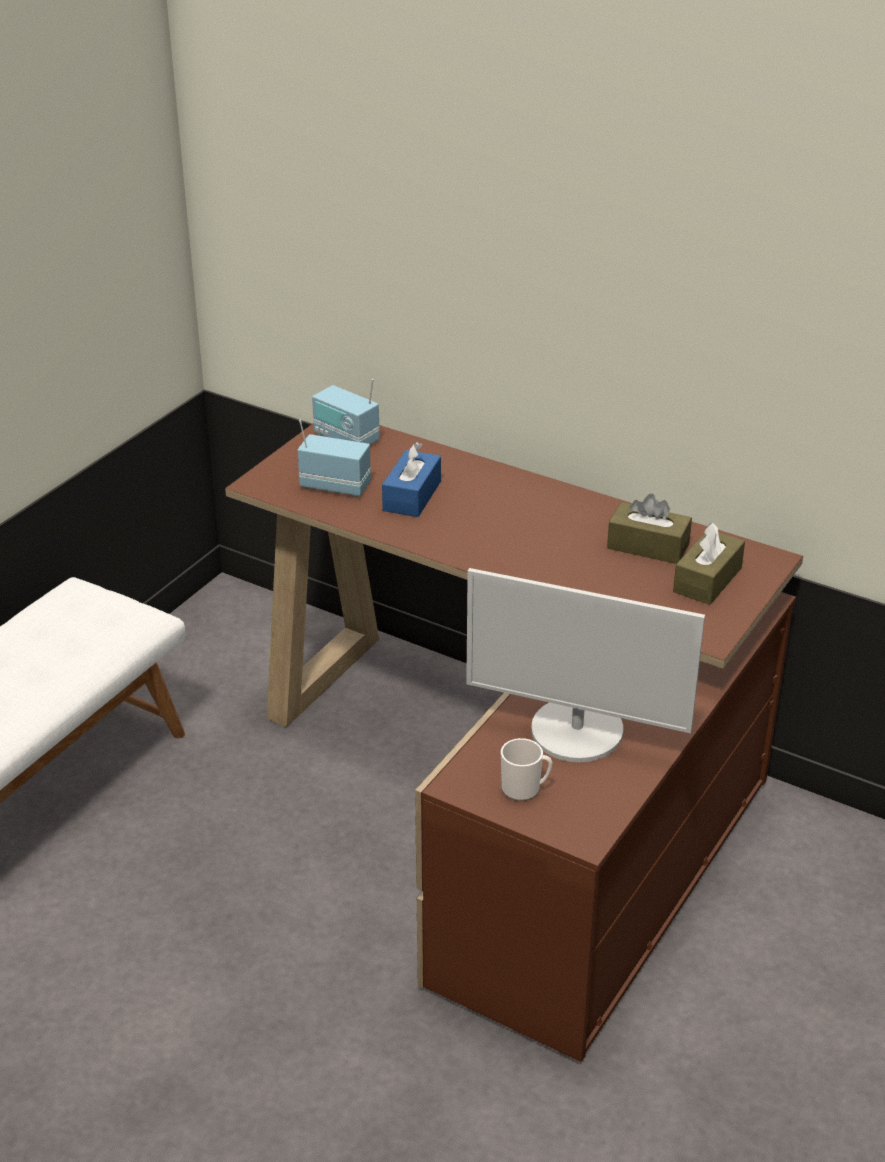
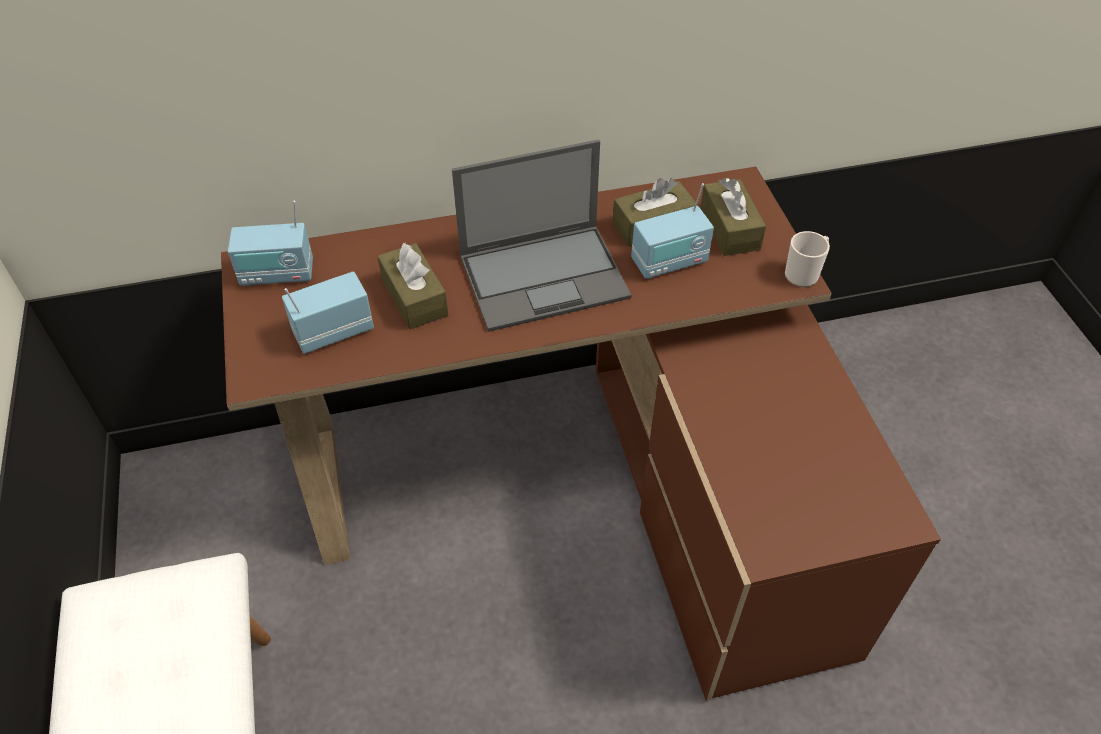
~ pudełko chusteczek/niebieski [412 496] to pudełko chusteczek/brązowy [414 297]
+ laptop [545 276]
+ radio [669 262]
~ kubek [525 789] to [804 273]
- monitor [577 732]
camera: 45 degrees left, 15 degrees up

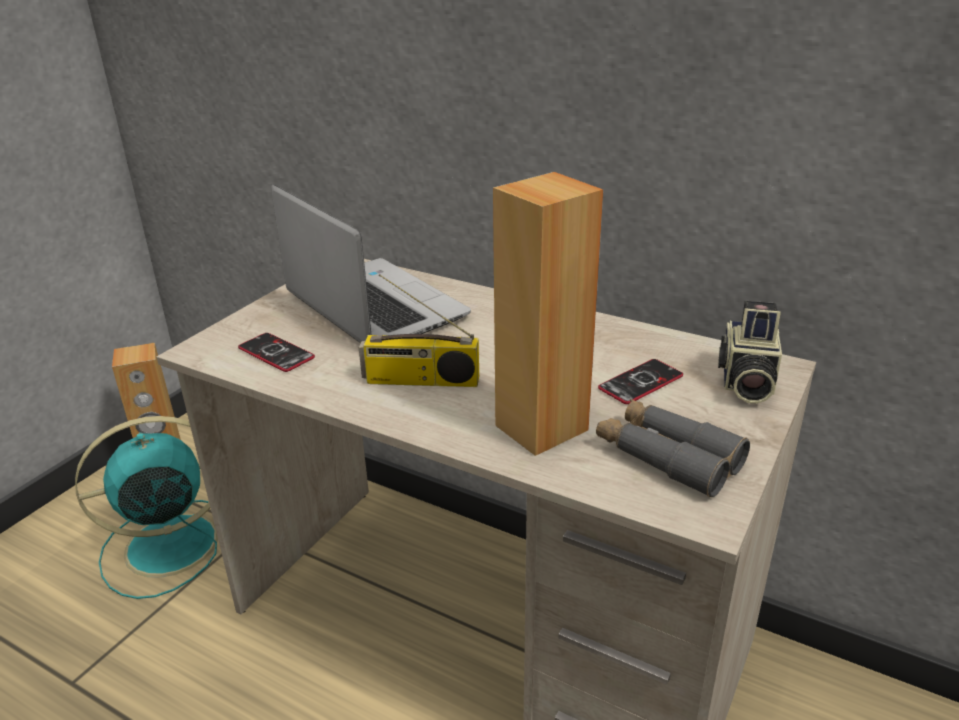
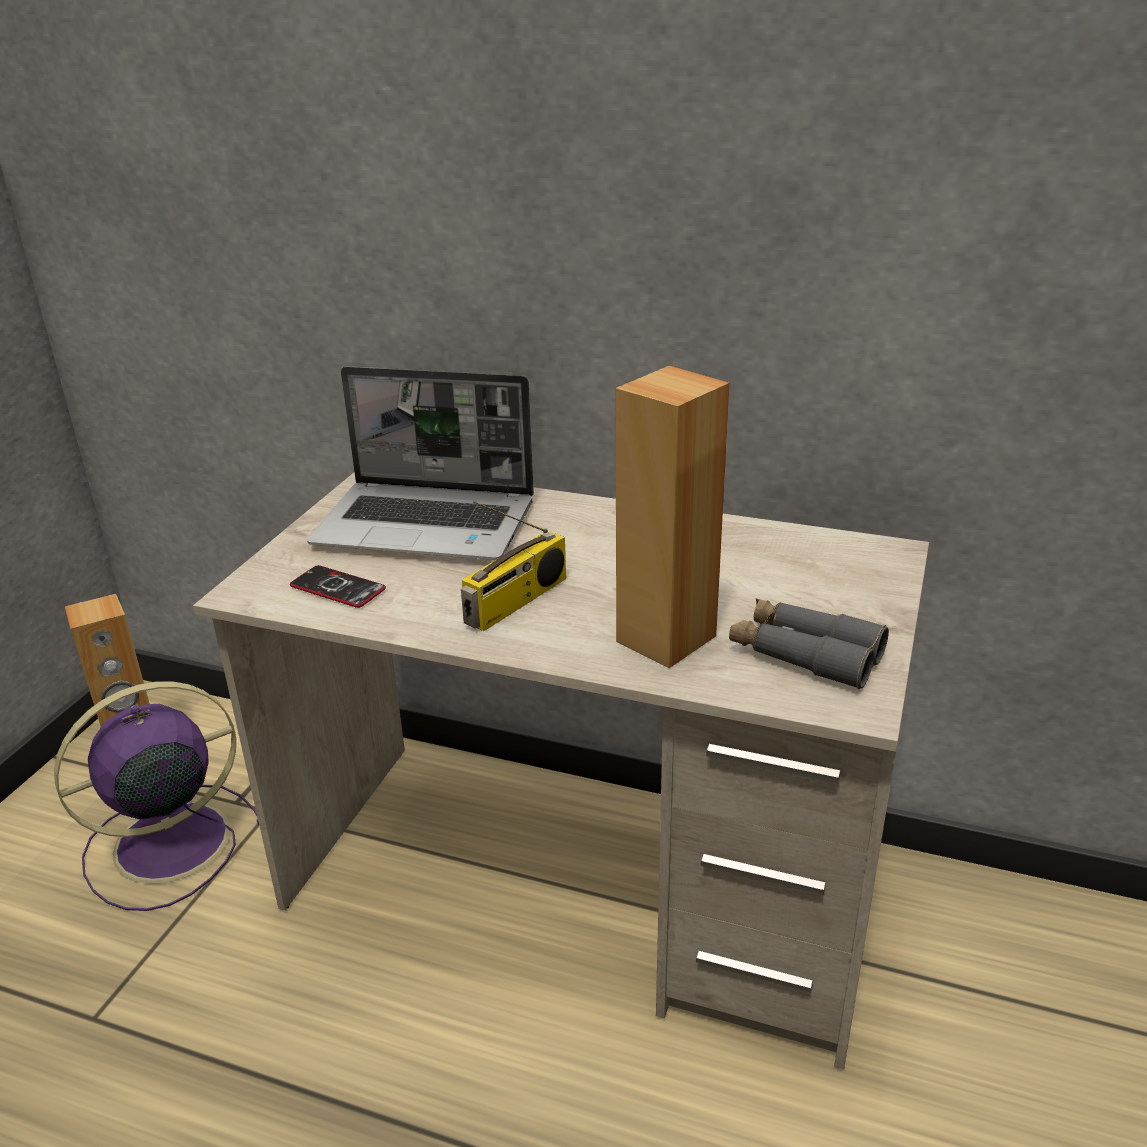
~ wentylator/turkusowy [167 546] to wentylator/fioletowy [167 844]
~ laptop [372 306] = [428 524] 150 degrees clockwise
~ radio [420 380] = [516 602] 45 degrees counterclockwise
- telefon [640 383]
- aparat fotograficzny [745 382]
camera: 10 degrees left, 0 degrees up

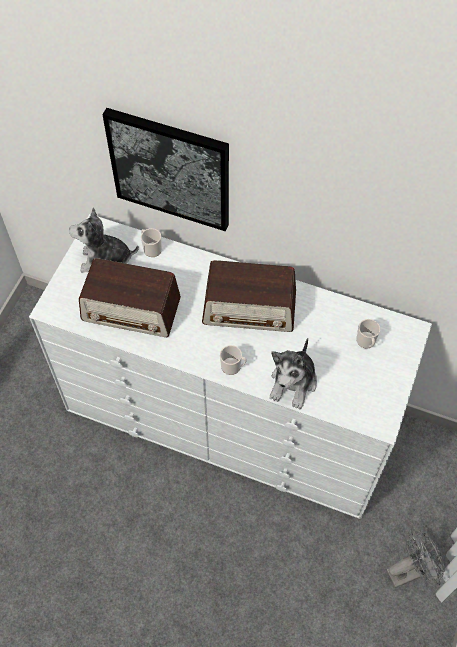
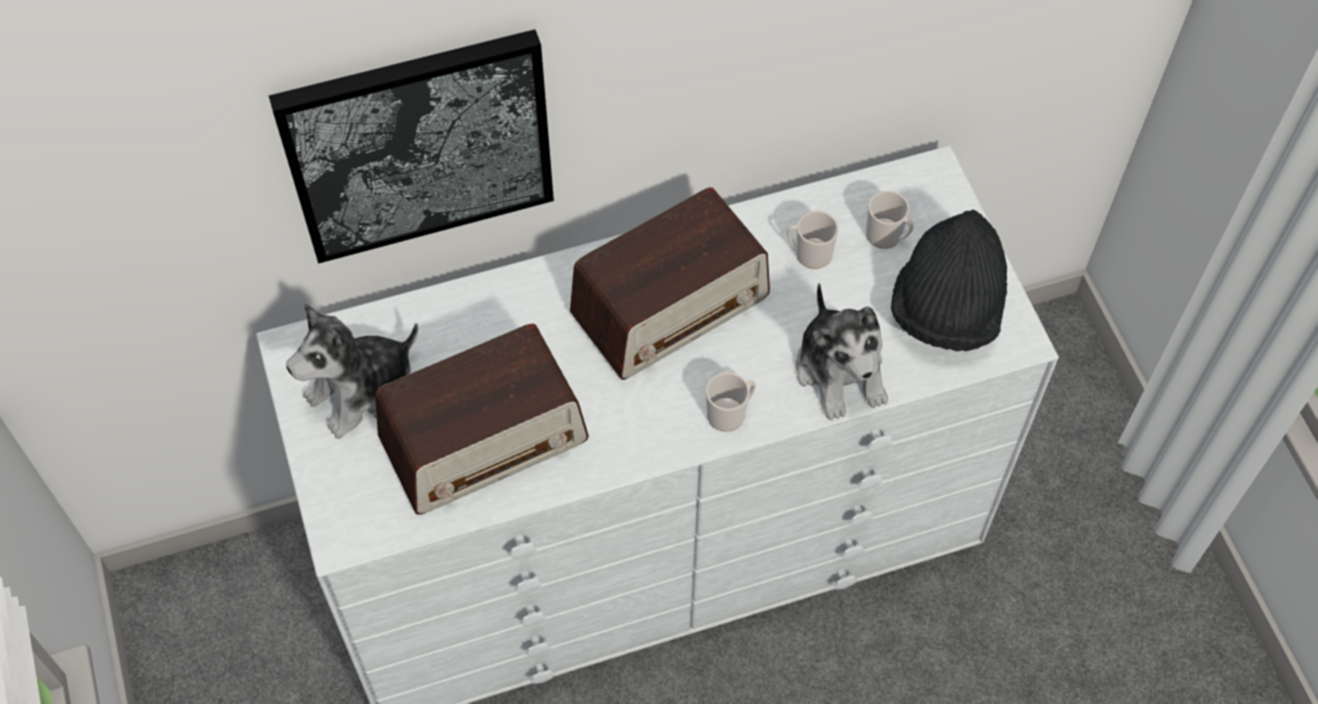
~ kubek [151 248] to [809 253]
+ kapelusz/czarny [946 309]
- wentylator/szary [409 570]
camera: 40 degrees left, 0 degrees up

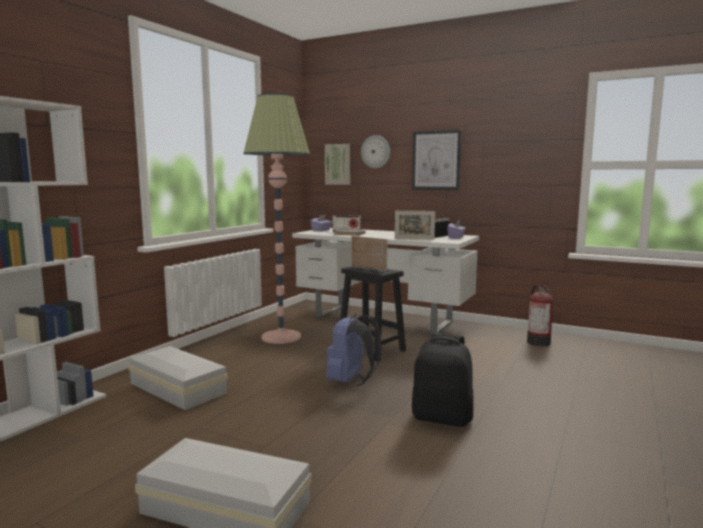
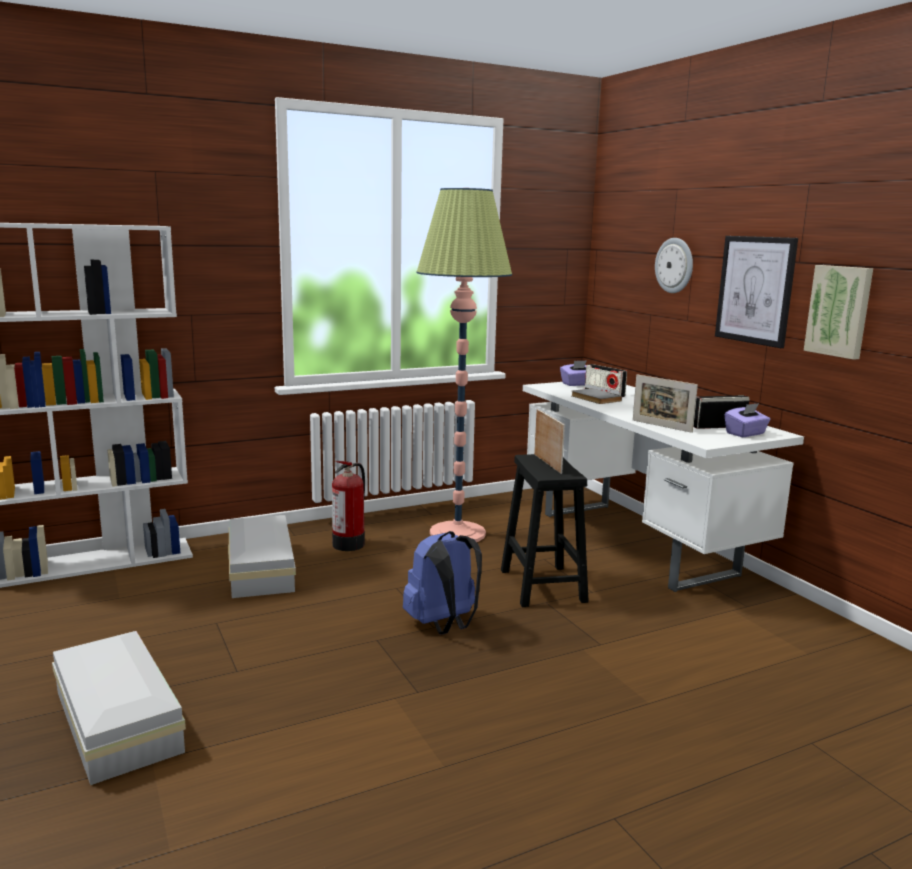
~ gaśnica [537 342] to [350 543]
~ obraz [338 164] to [839 311]
- plecak/czarny [442 418]
camera: 35 degrees right, 5 degrees up

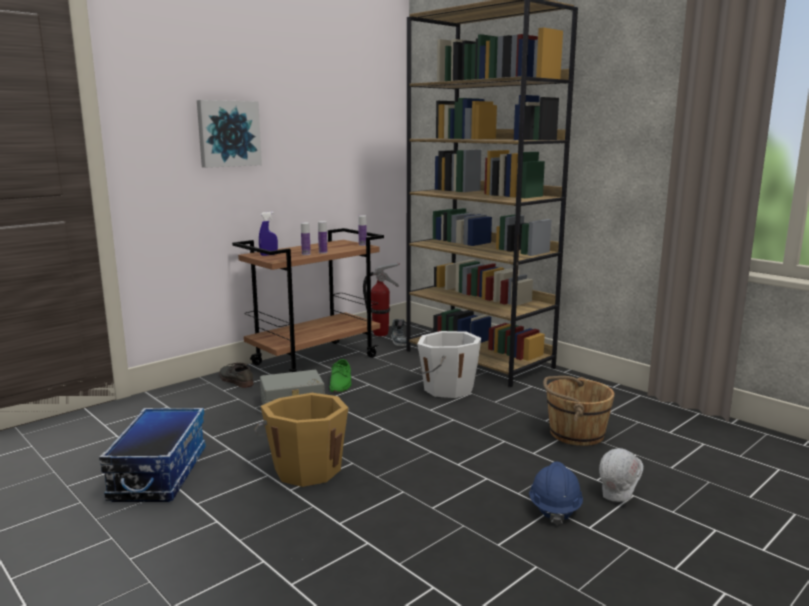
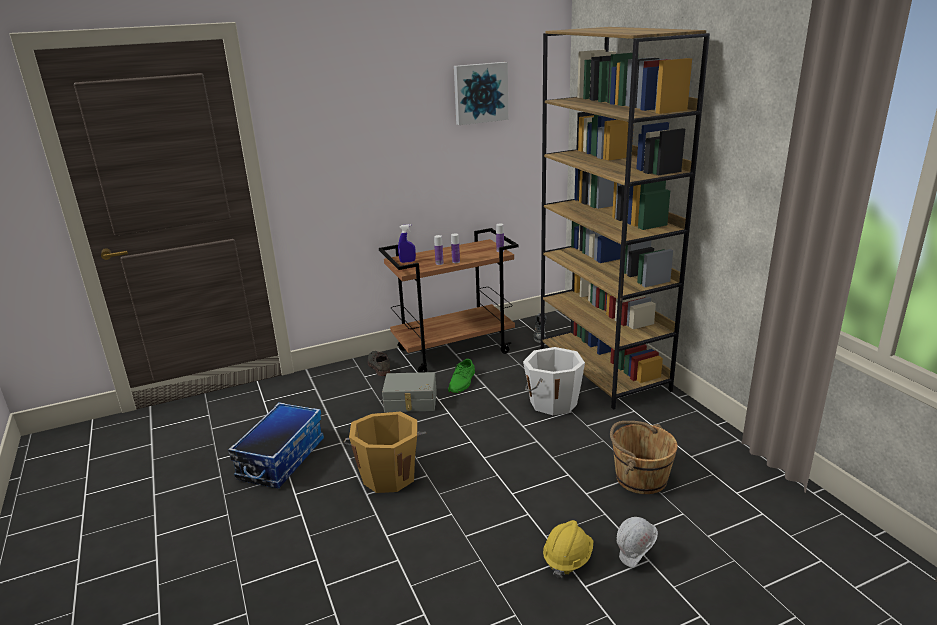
~ obraz [228 133] to [480 93]
~ kask/niebieski [554 507] to kask/żółty [567 558]
- gaśnica [381 334]
camera: 20 degrees right, 10 degrees up

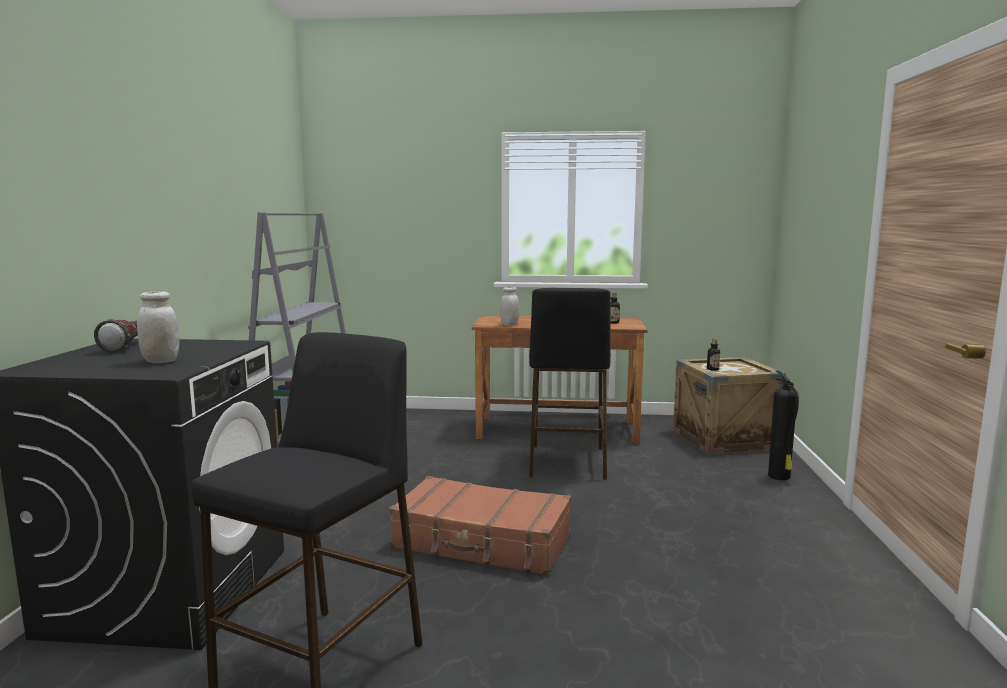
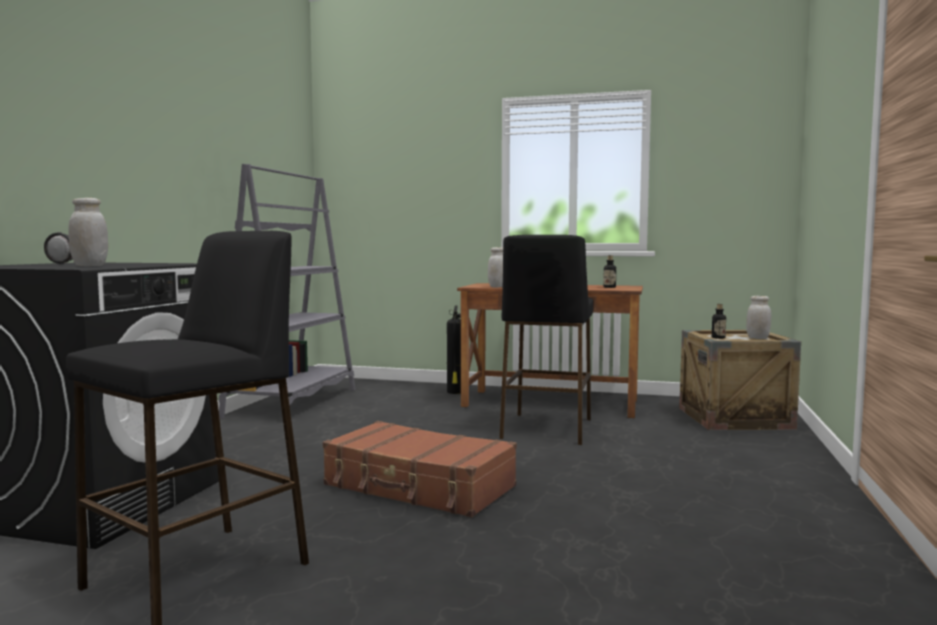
~ gaśnica [779 477] to [455 392]
+ słoik/biały [757 338]
camera: 10 degrees right, 5 degrees down

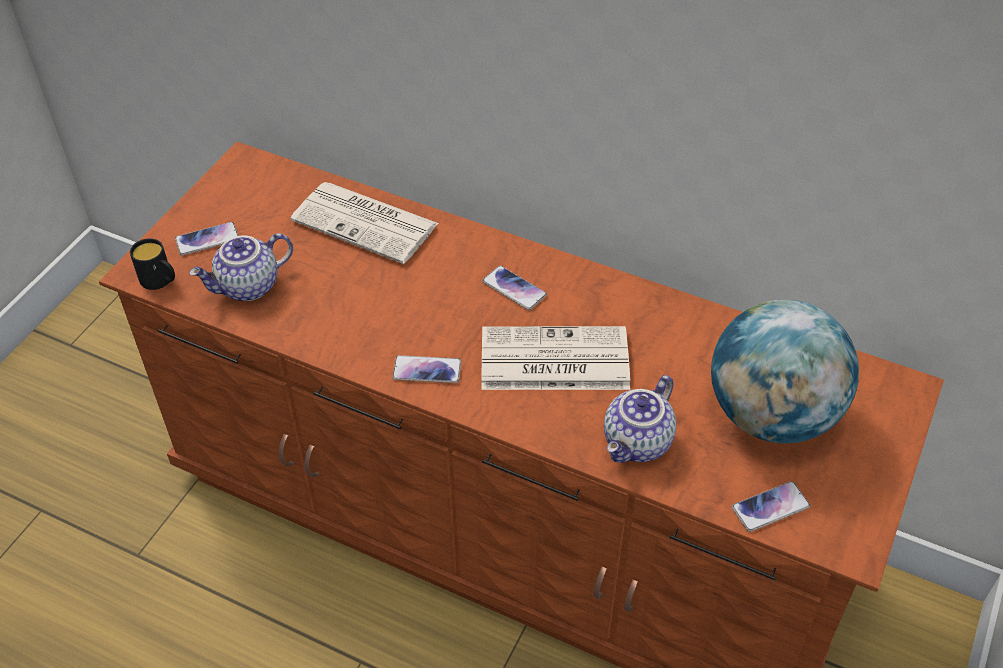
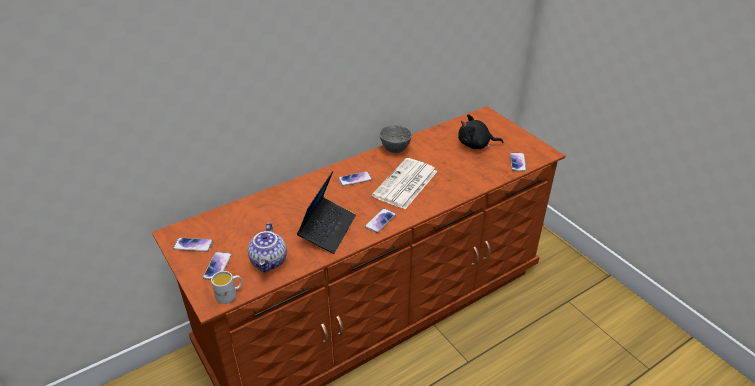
+ telefon [193 245]
~ kubek/czarny [160 281] to kubek/biały [229 294]
+ laptop [327 229]
+ miska/szary [394 150]
~ globus [771 415] to pluszak/czarny [476 145]
- gazeta [367 223]
- imbryk [638 443]
camera: 60 degrees left, 10 degrees down

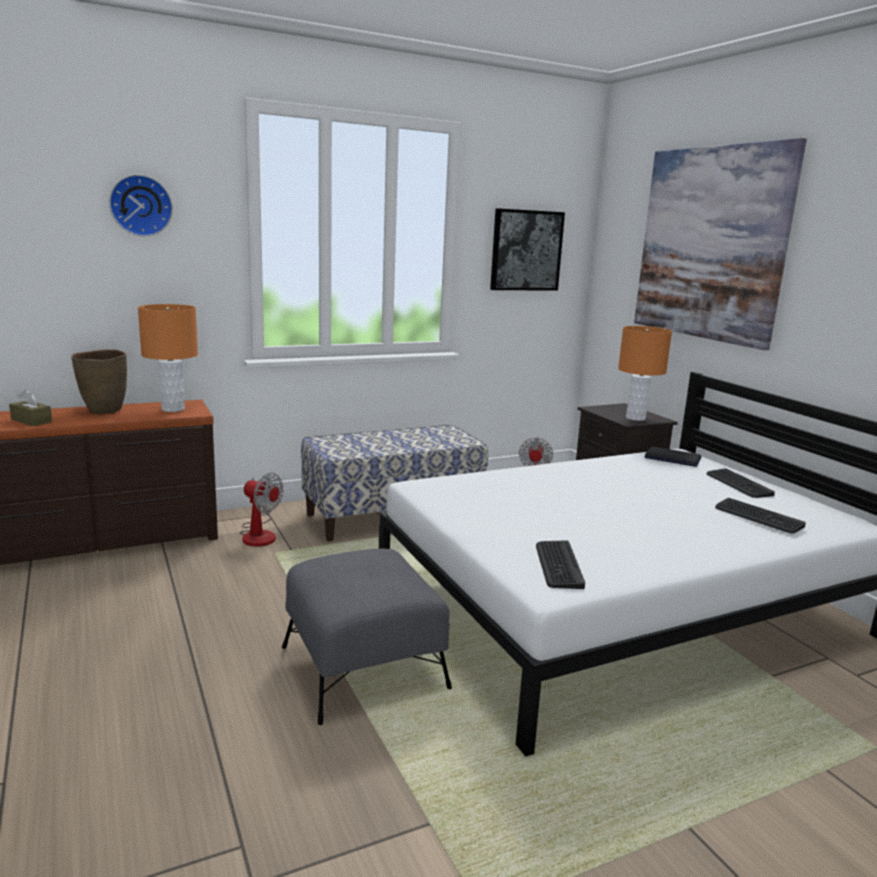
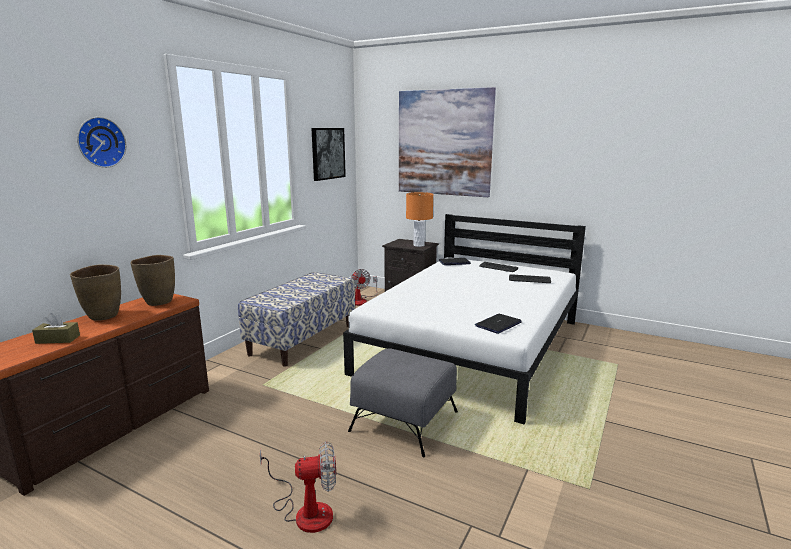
~ lampa stołowa/pomarańczowy [173 409] to wazon/brązowy [158 302]
~ wentylator [259 534] to [305 510]
~ klawiatura [558 565] to laptop [498 324]
camera: 35 degrees left, 0 degrees up

